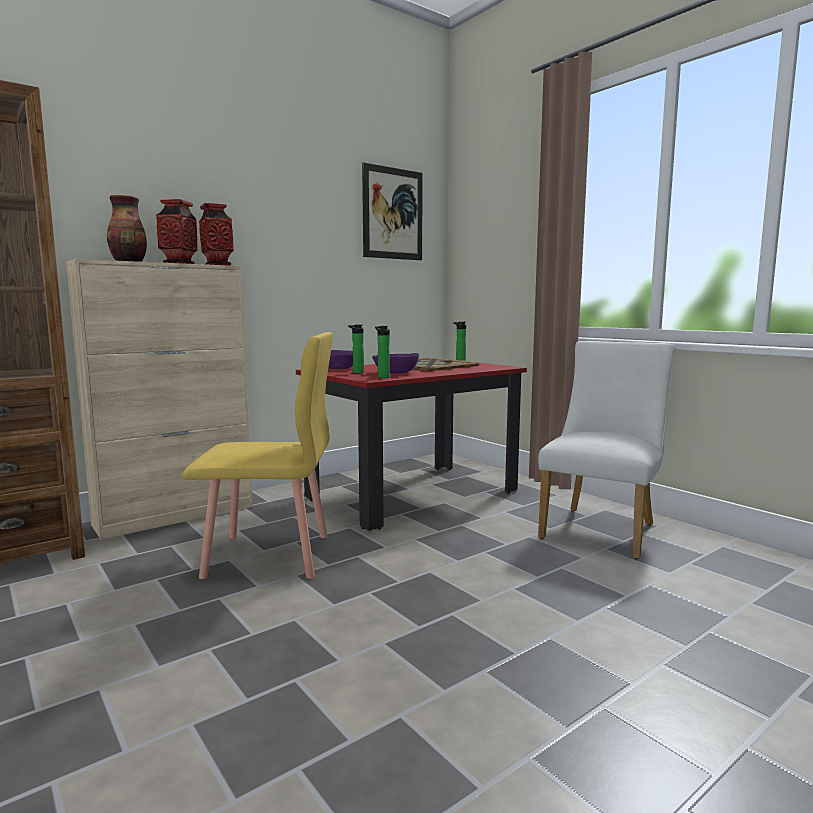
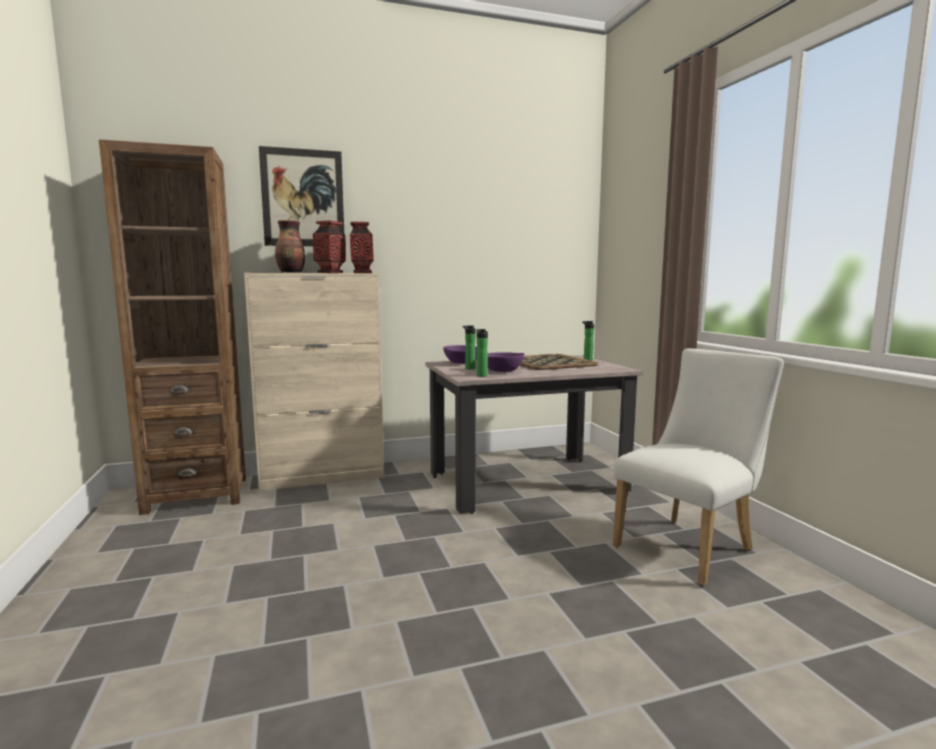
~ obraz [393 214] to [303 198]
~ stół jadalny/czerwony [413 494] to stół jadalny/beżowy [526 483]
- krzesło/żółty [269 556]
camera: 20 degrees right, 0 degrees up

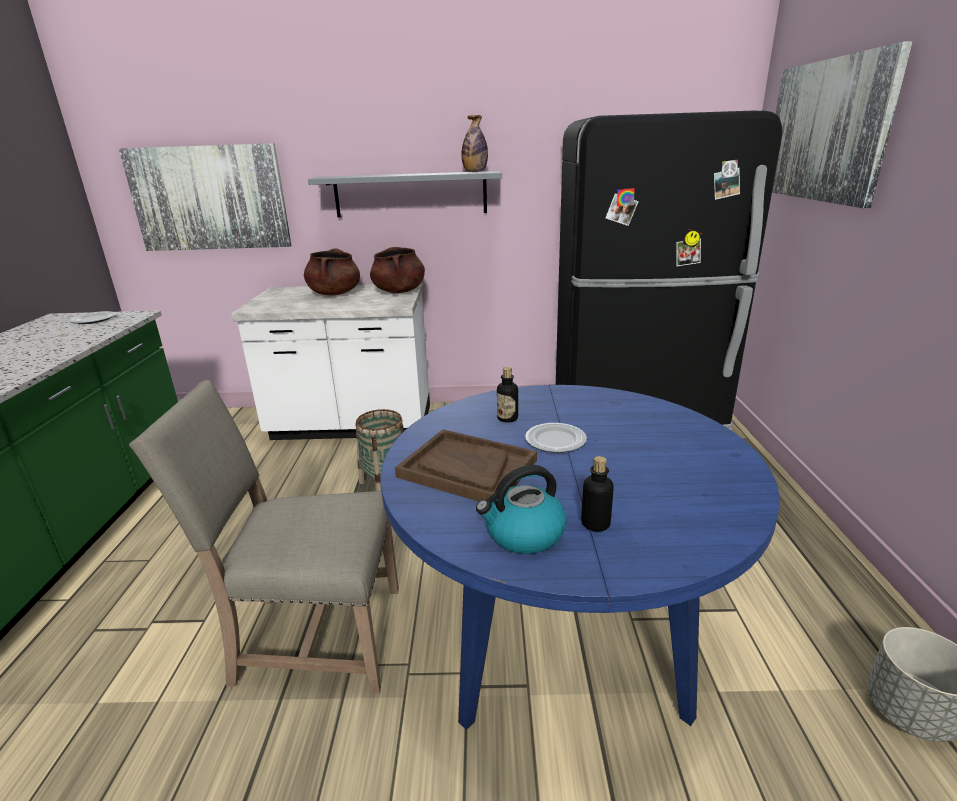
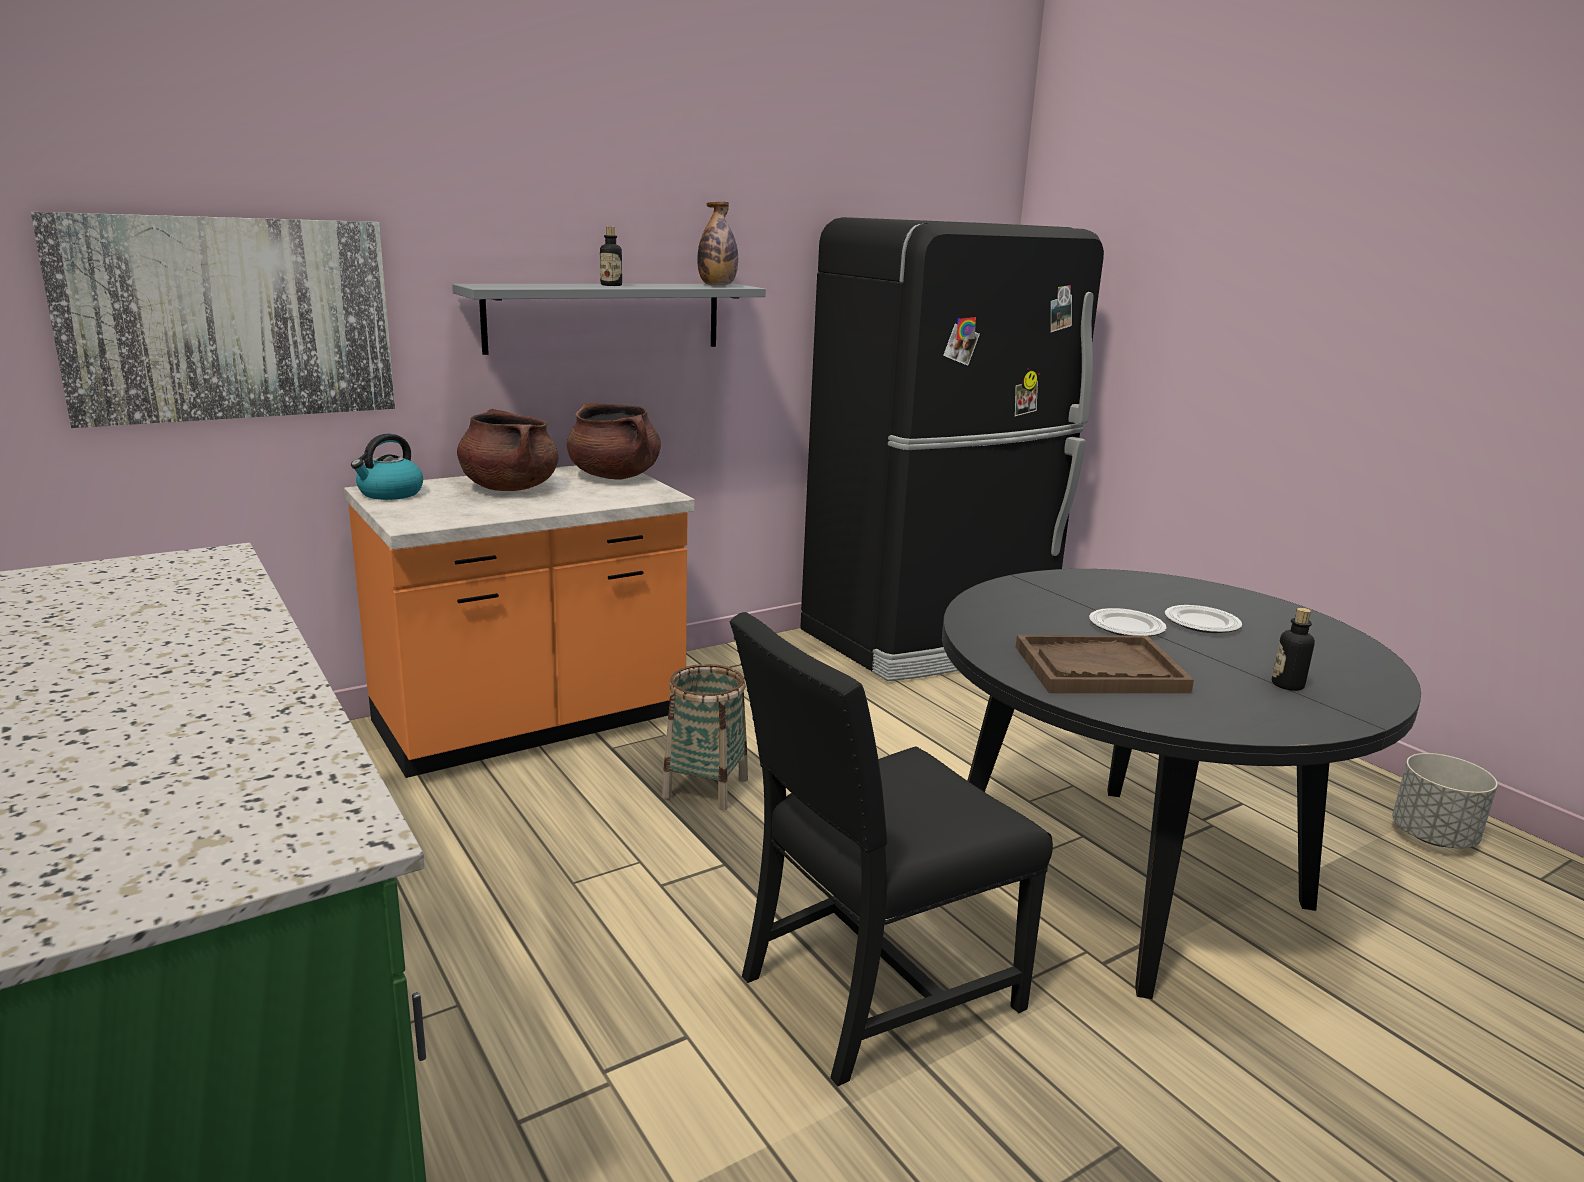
~ zabudowa kuchenna/biały [352 425] to zabudowa kuchenna/pomarańczowy [531 723]
~ czajnik [523 534] to [390 494]
~ butelka [507 418] to [611 285]
~ krzesło/beżowy [313 637] to krzesło/czarny [871 991]
~ stół jadalny/niebieski [562 632] to stół jadalny/czarny [1126 878]
~ talerz [93 320] to [1202 623]
- obraz [826 131]
camera: 35 degrees left, 5 degrees down

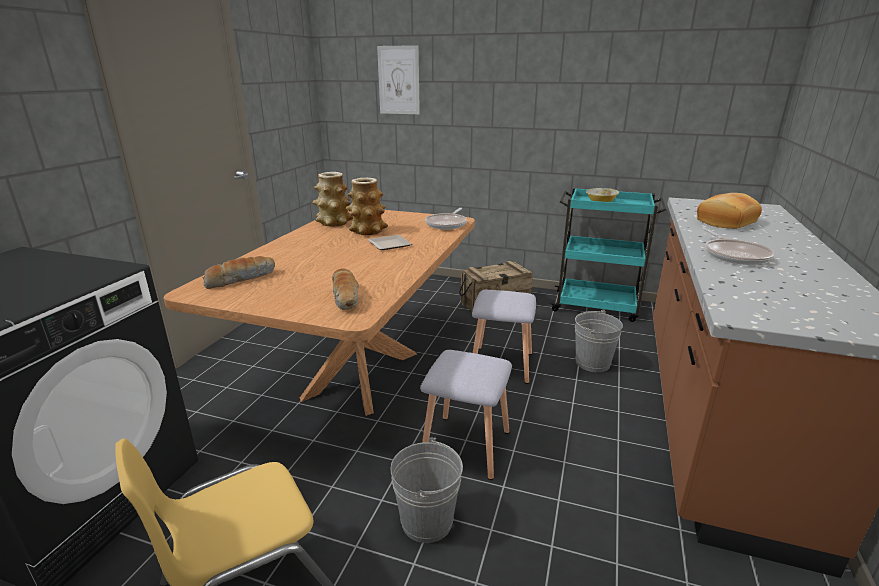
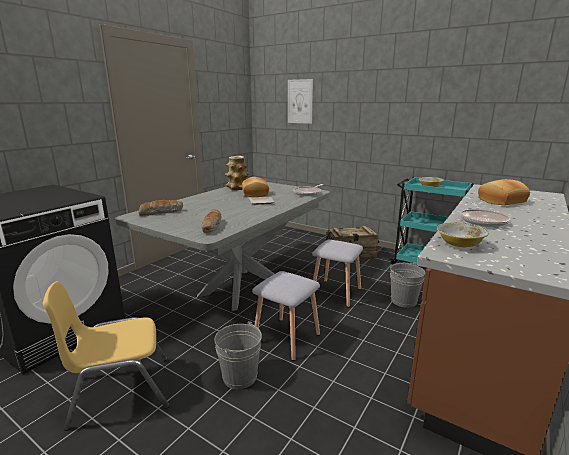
~ stół jadalny/brązowy [360 374] to stół jadalny/szary [240 287]
~ wazon [367 231] to chleb [254 194]
+ miska [459 244]
camera: 15 degrees right, 5 degrees down

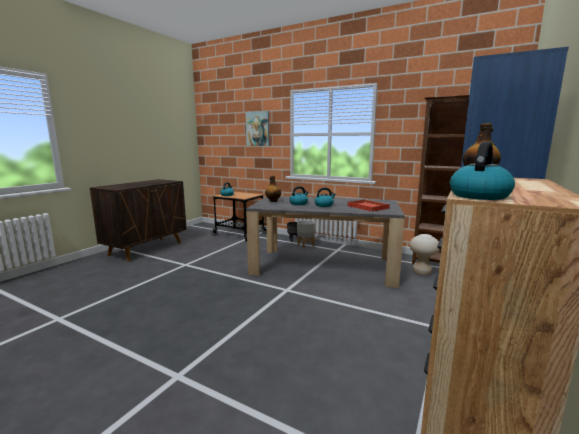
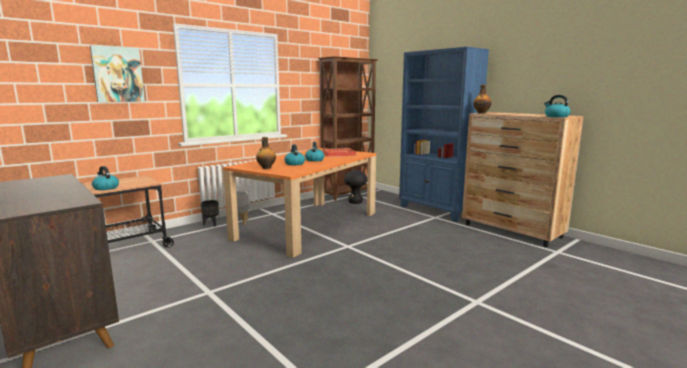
~ stół jadalny/szary [324 266] to stół jadalny/pomarańczowy [308 225]
~ stołek/beżowy [422 273] to stołek/czarny [355 202]
camera: 70 degrees left, 0 degrees up

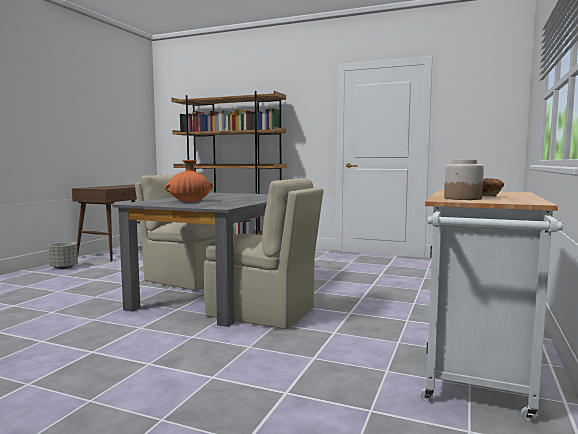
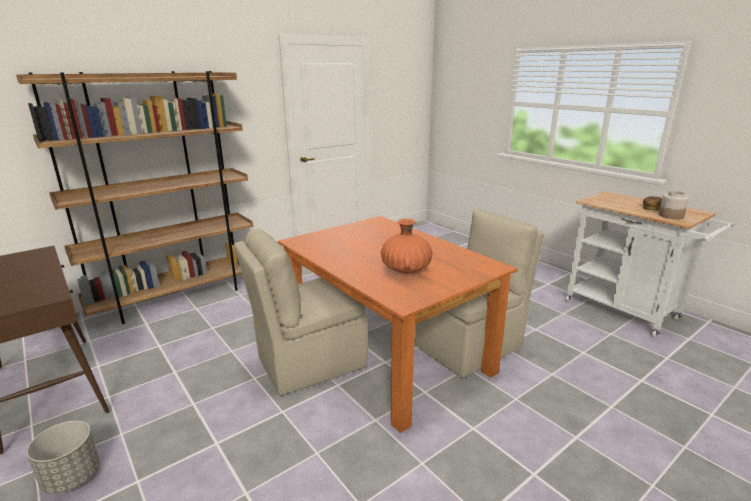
~ stół jadalny/szary [220 292] to stół jadalny/pomarańczowy [386 352]
camera: 60 degrees left, 15 degrees up

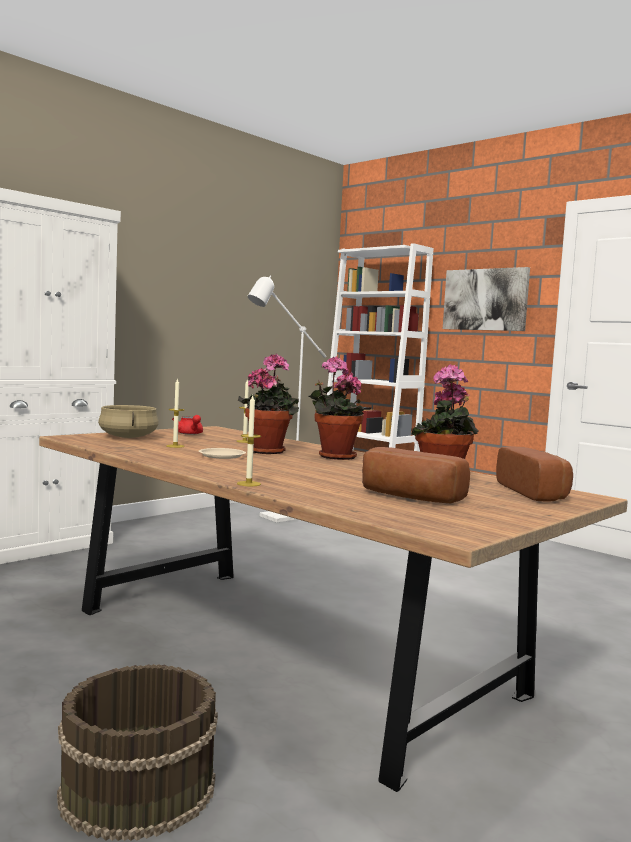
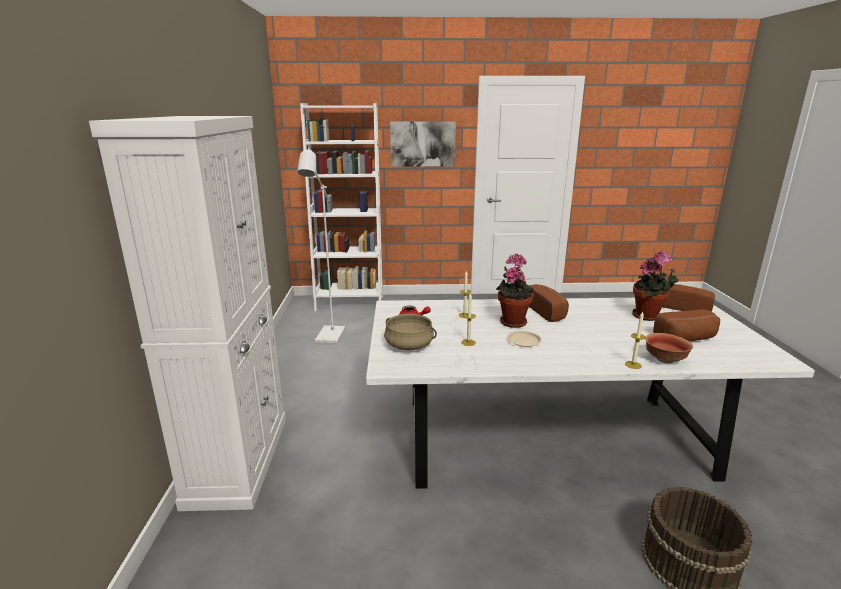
~ stół jadalny/brązowy [284 649] to stół jadalny/biały [550 438]
~ roślina doniczkowa [333 457] to chleb [547 312]
+ miska [664 359]
camera: 45 degrees left, 15 degrees up

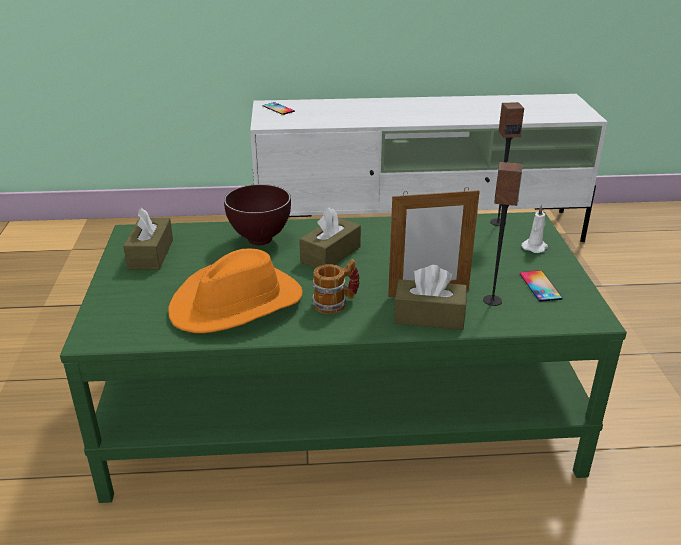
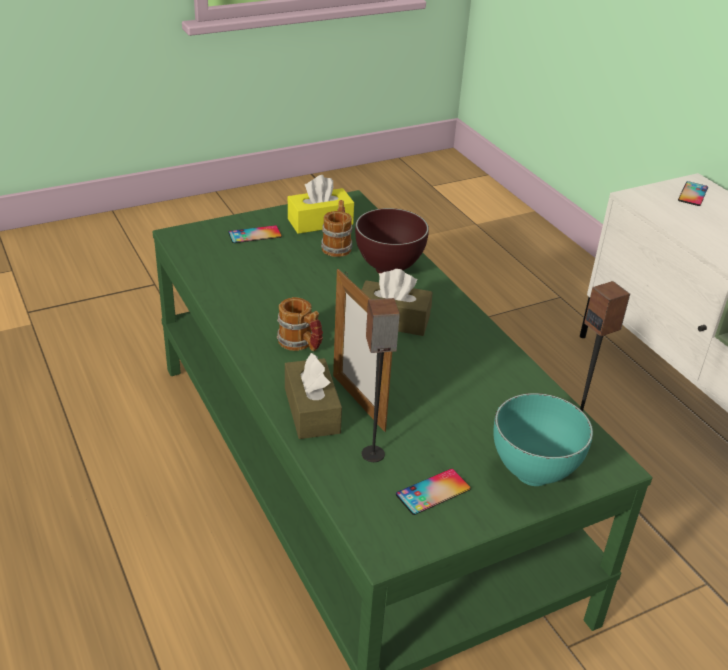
+ telefon [255 235]
~ pudełko chusteczek/brązowy [151 254] to pudełko chusteczek/żółty [320 222]
+ kubek [337 245]
~ świeca/biały [535 247] to miska/turkusowy [533 477]
- kapelusz/pomarańczowy [237 303]
camera: 65 degrees right, 5 degrees up

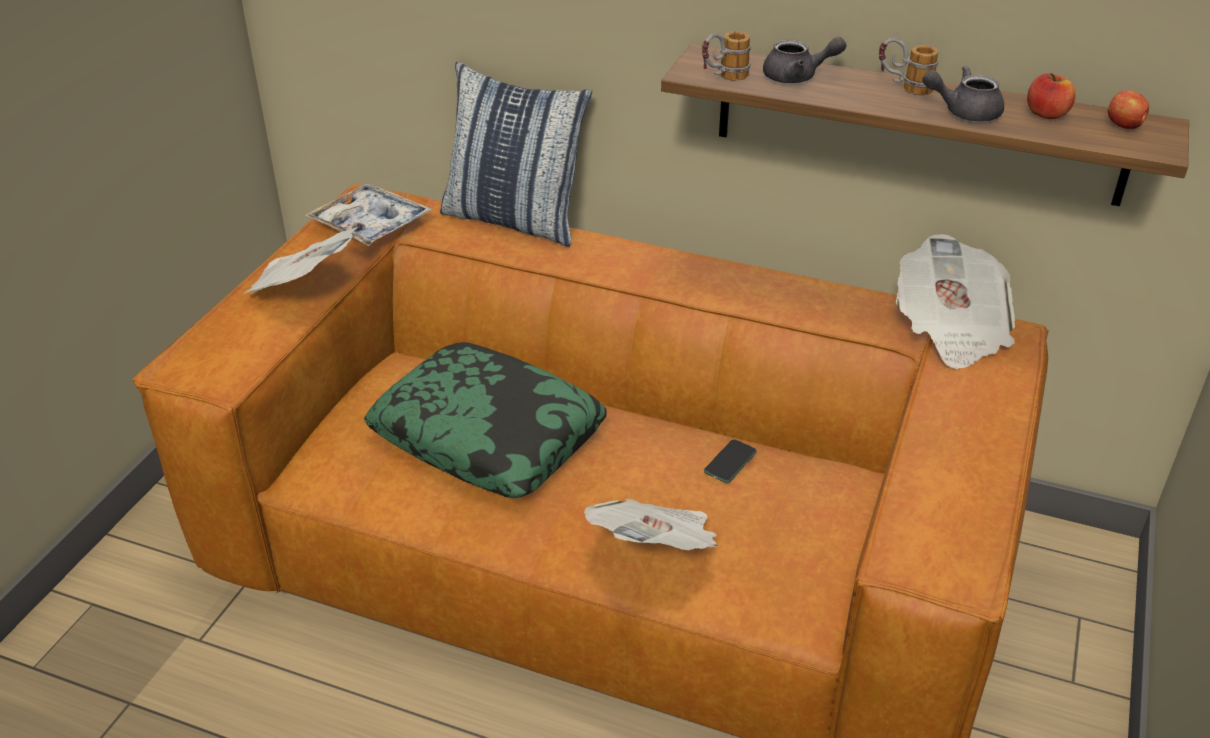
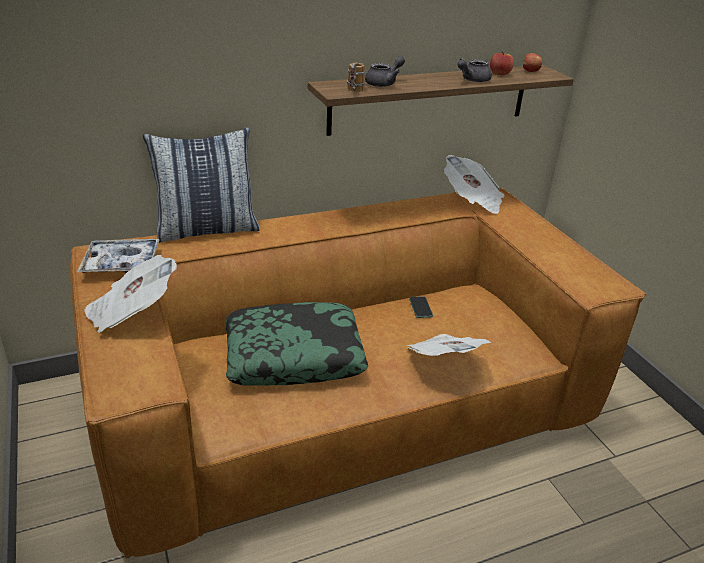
- kubek [903 88]
camera: 45 degrees left, 5 degrees down

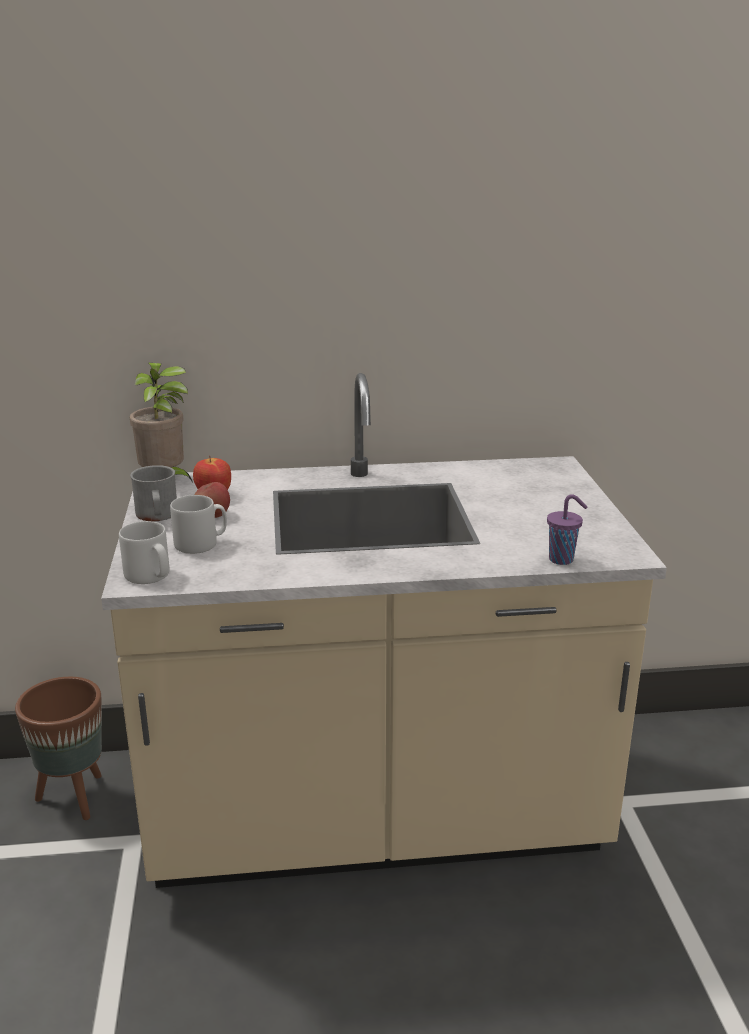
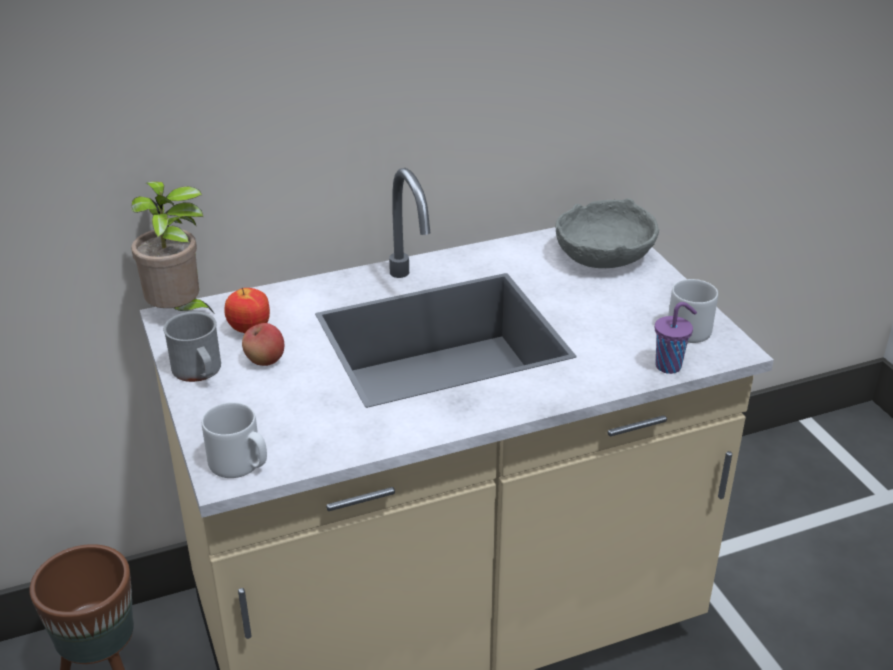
+ miska/szary [602 257]
~ kubek/szary [201 544] to [693 329]
camera: 15 degrees left, 10 degrees up

